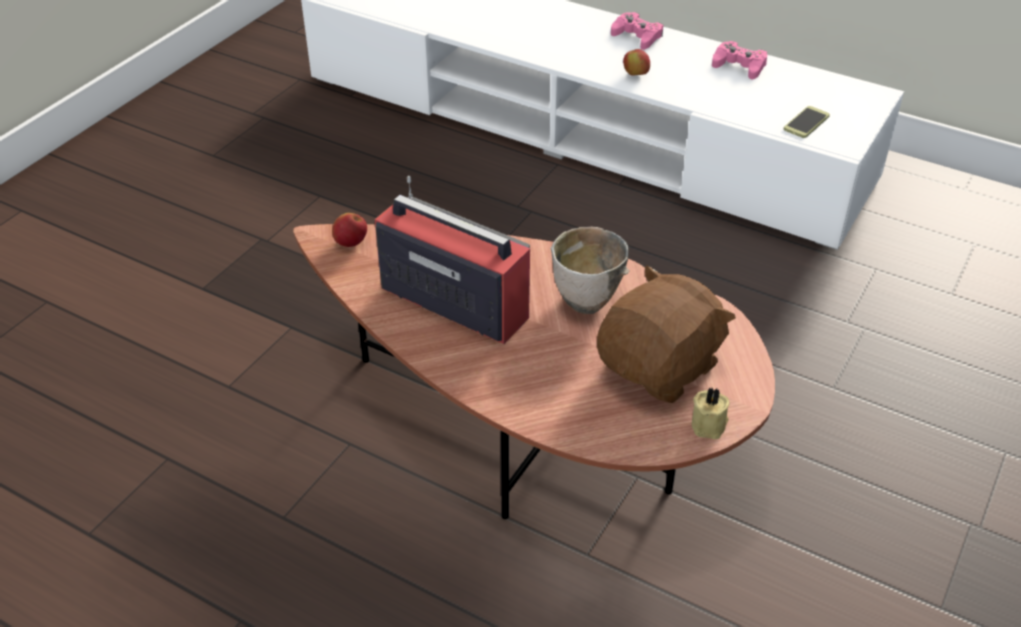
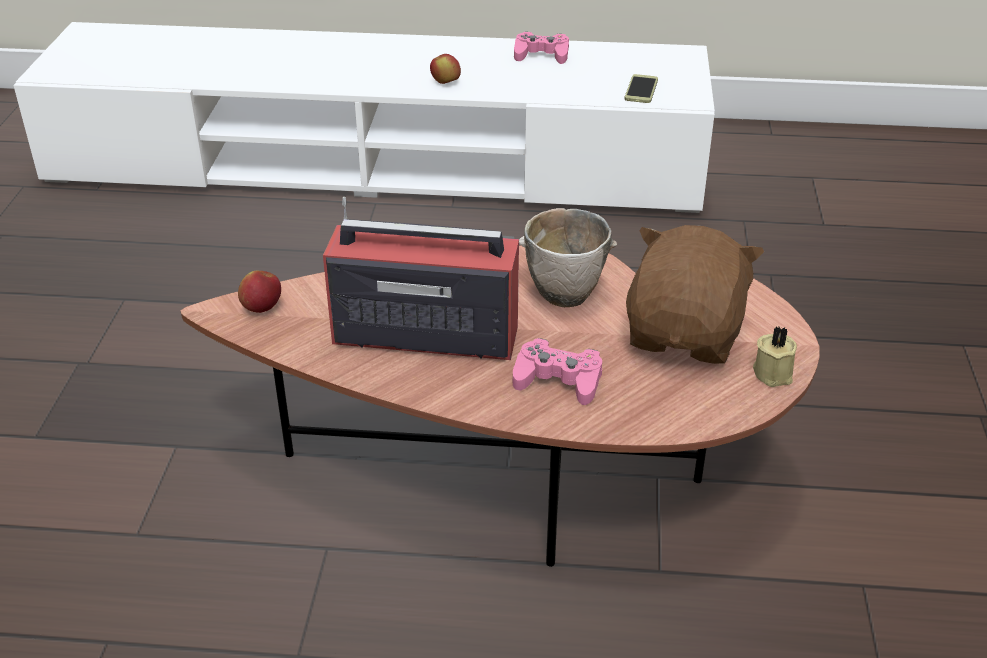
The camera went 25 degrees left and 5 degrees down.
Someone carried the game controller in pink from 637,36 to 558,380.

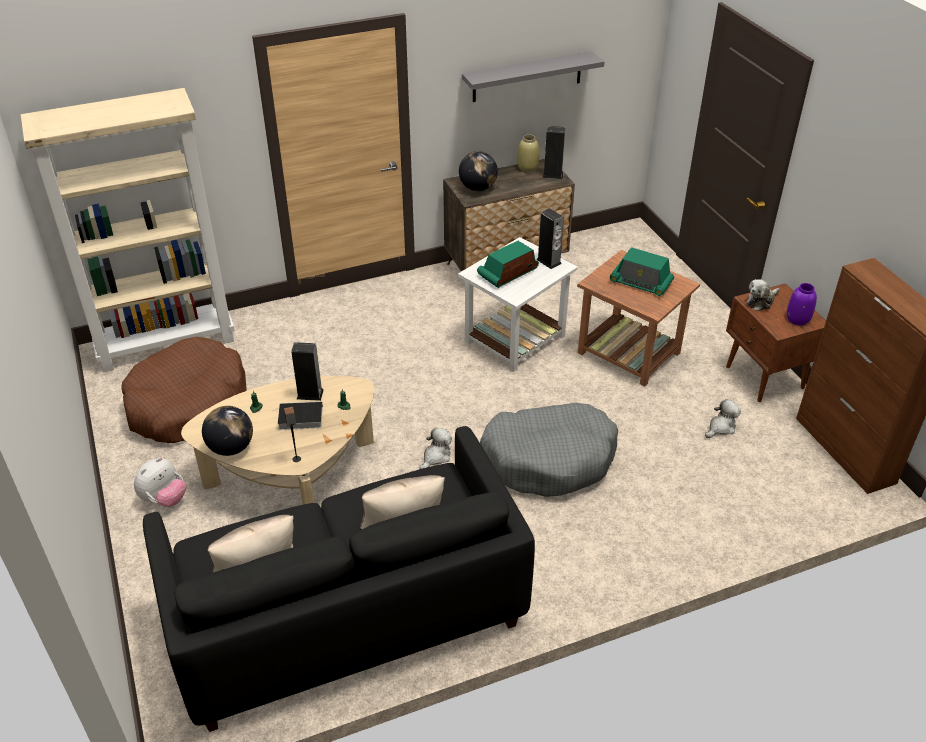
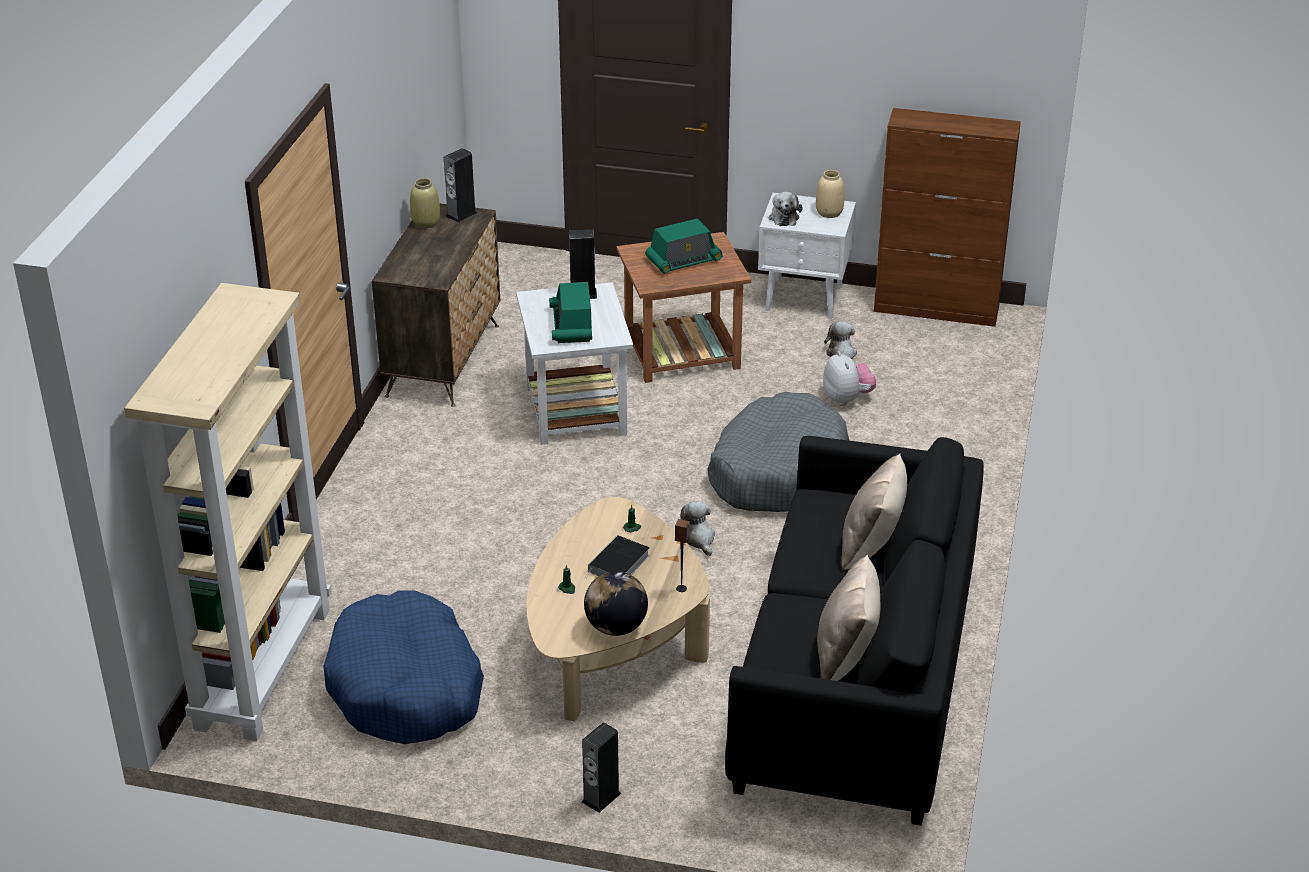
The camera went 55 degrees left and 5 degrees down.
Someone repainted the dog bed in brown at 187,403, which became the dog bed in blue-coloured at 406,687.
Someone carried the speaker from 310,394 to 601,797.
Someone repainted the nightstand in brown at 764,378, which became the nightstand in white at 805,299.
Someone repainted the vase in purple at 798,319, which became the vase in beige at 829,212.
Someone carried the plush toy from 164,499 to 847,399.
Someone took away the desk globe at 478,188.
Someone took away the shelf in greyish at 527,77.

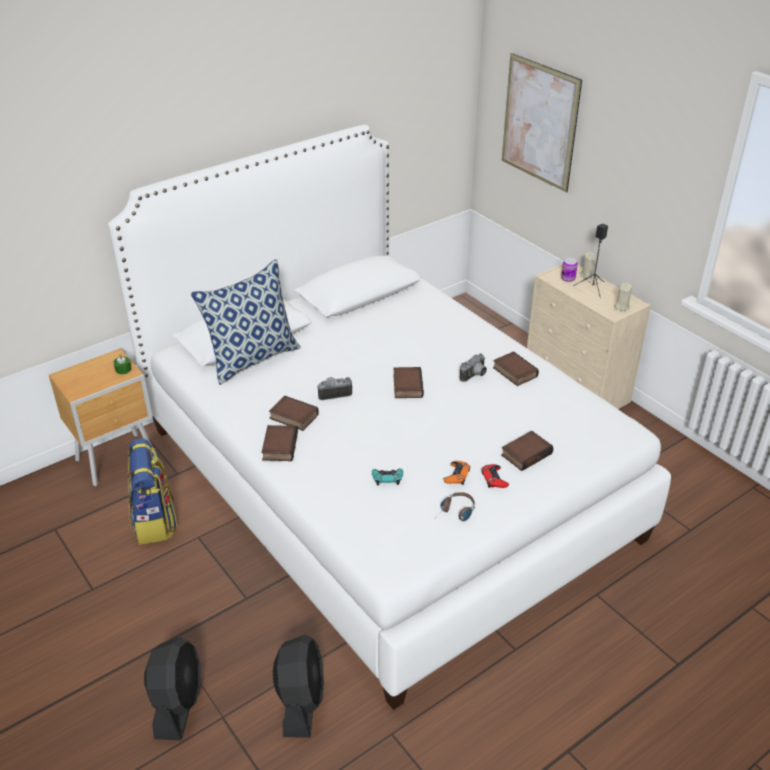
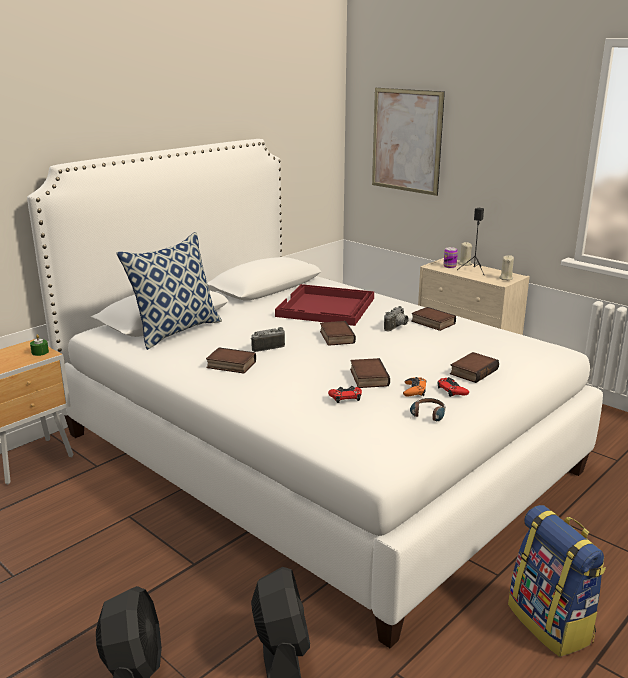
The camera went 10 degrees left and 15 degrees down.
Someone put down the tray in reddish at 326,307.
Someone repainted the game controller in turquoise-coloured at 387,478, which became the game controller in reddish at 345,397.
Someone carried the bound book from 278,446 to 367,377.
Someone carried the backpack from 155,522 to 551,623.

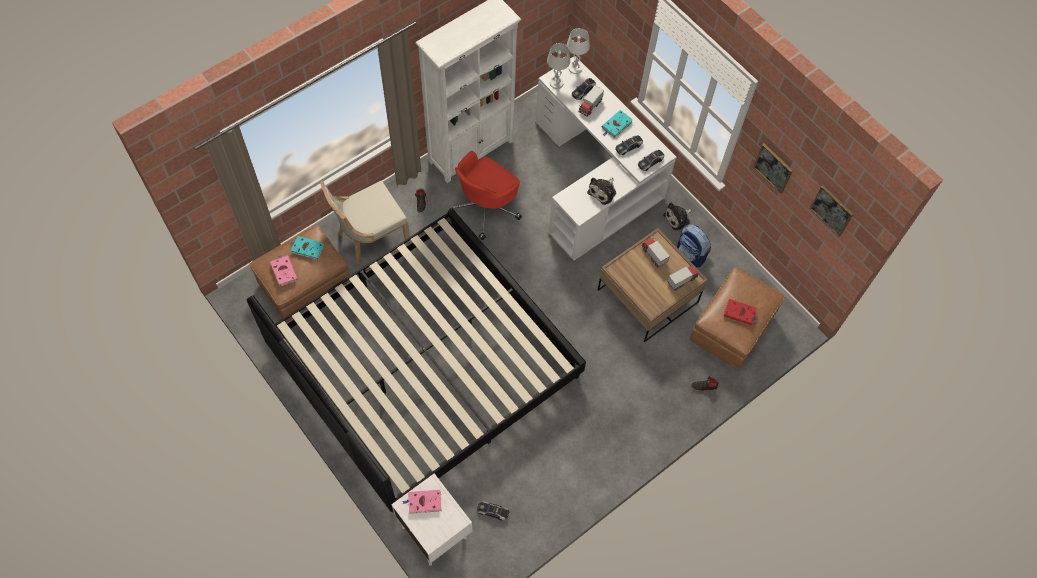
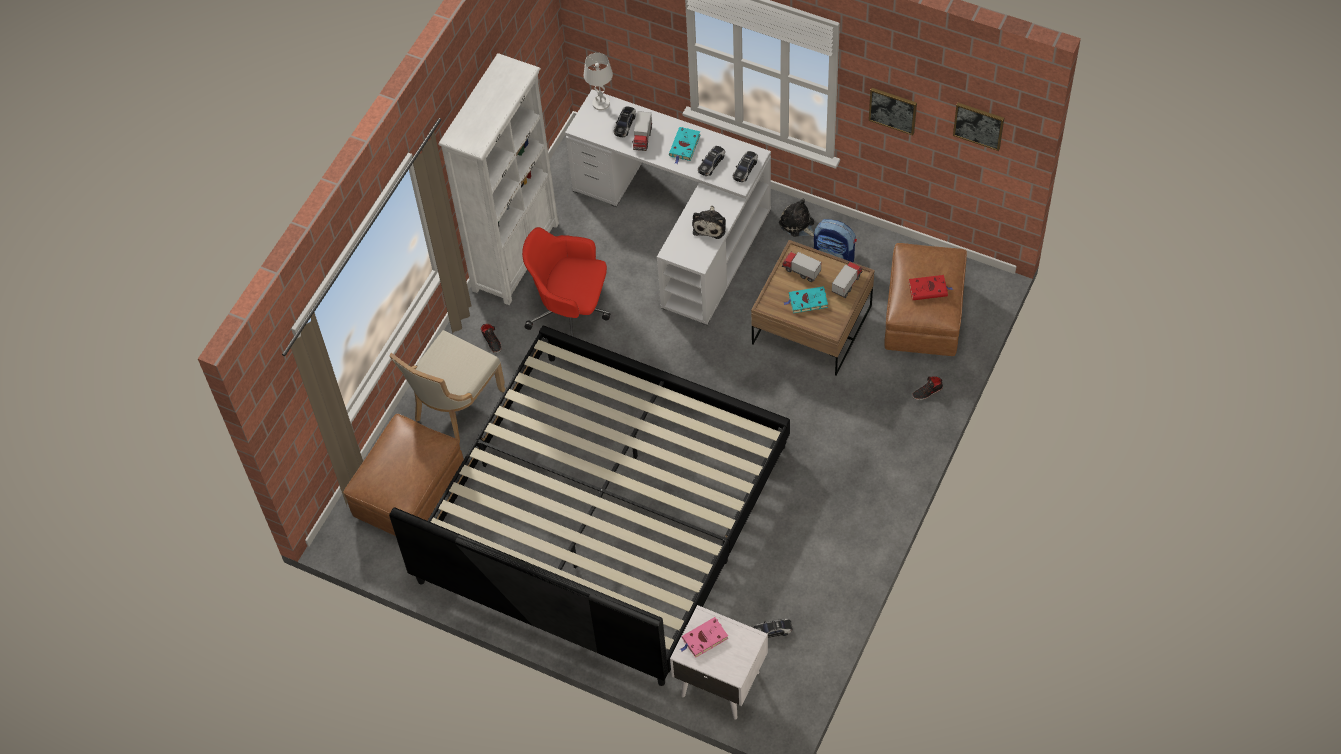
The camera went 20 degrees left and 5 degrees down.
Someone rotated the desk chair in reddish at 486,208 by 90 degrees clockwise.
Someone rotated the plush toy at 678,218 by 105 degrees clockwise.
Someone carried the bound book in turquoise-coloured from 307,249 to 807,301.
Someone took away the bound book in pink at 283,271.
Someone took away the table lamp in white at 556,83.

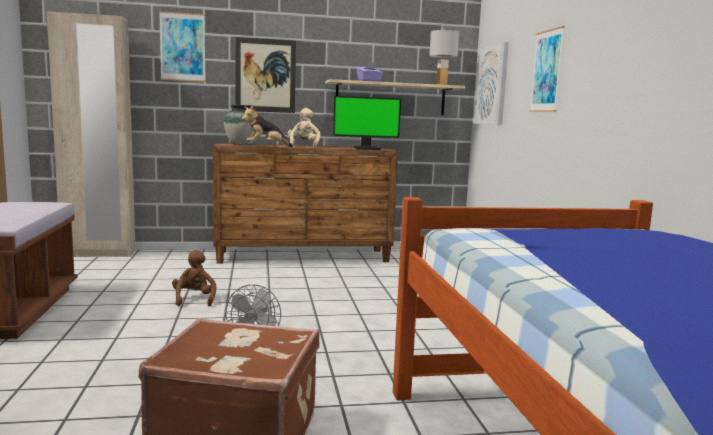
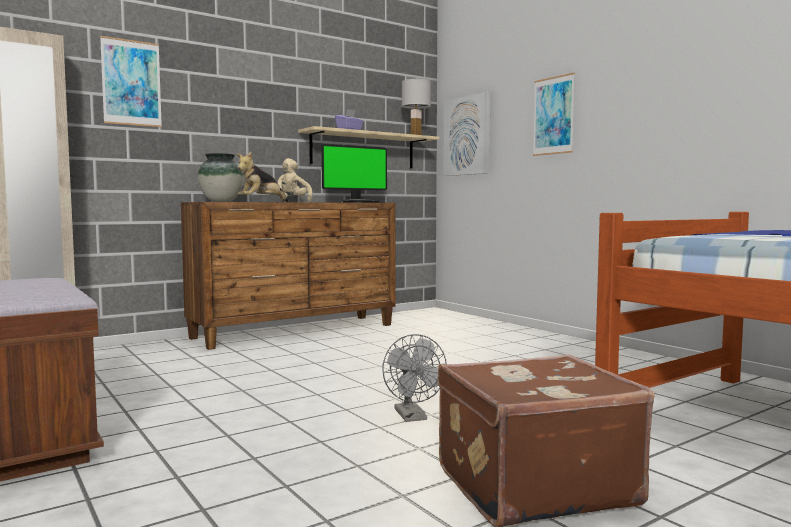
The camera went 25 degrees left and 5 degrees down.
Someone took away the plush toy in brown at 194,299.
Someone took away the wall picture at 265,75.

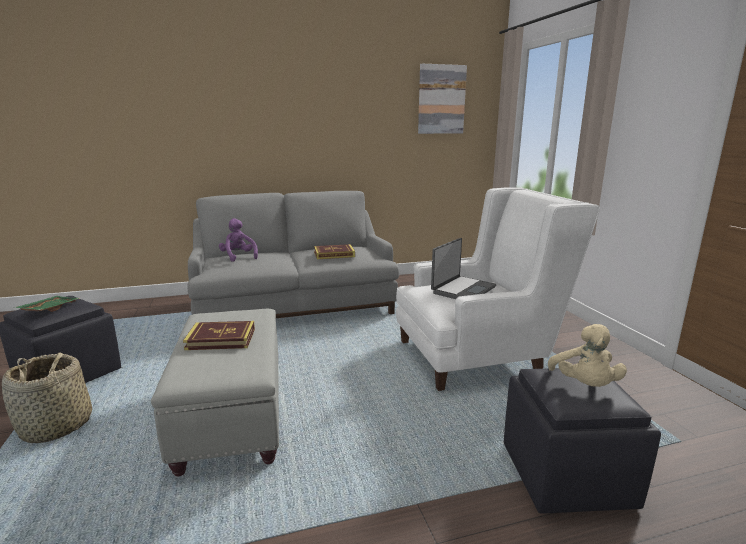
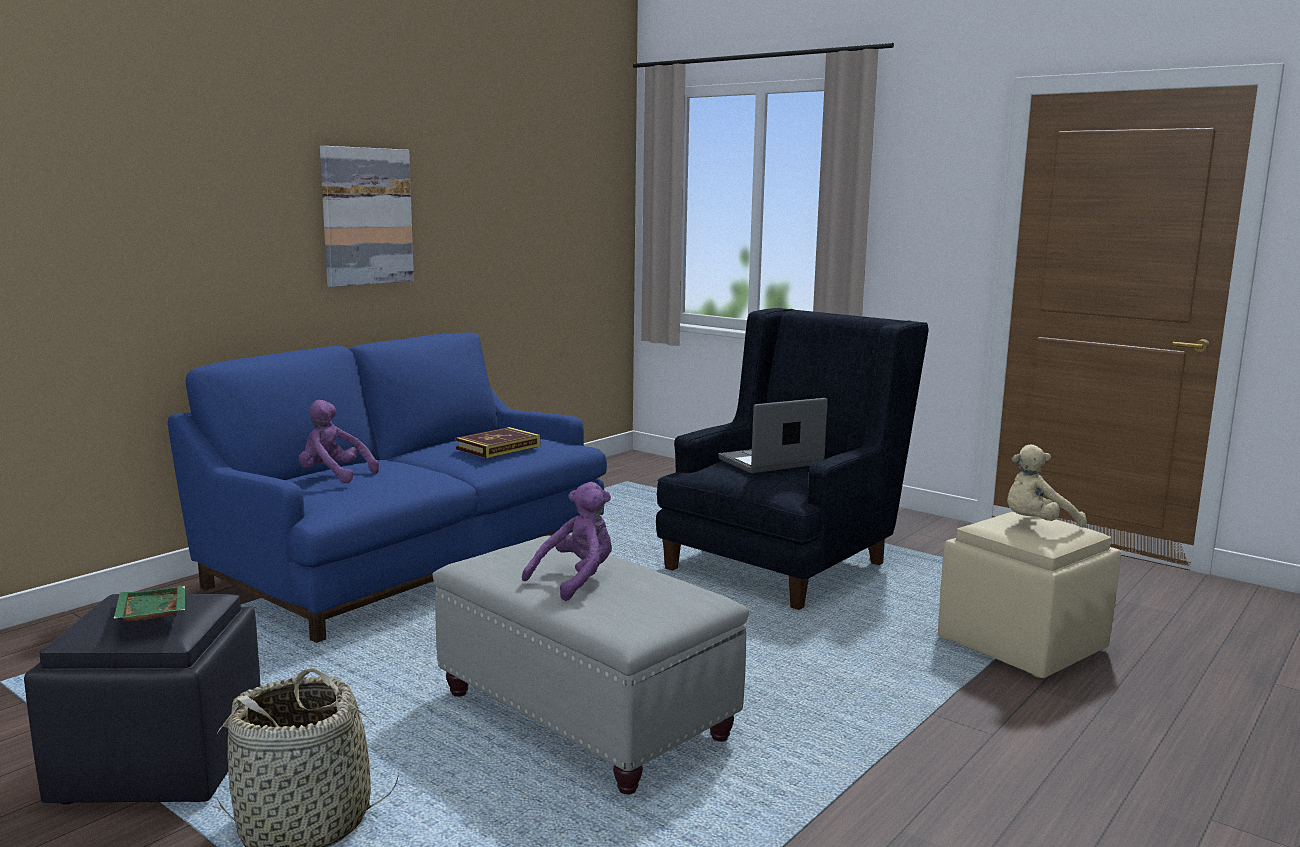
The camera went 35 degrees left and 5 degrees down.
Someone repainted the couch in greyish at 295,304, which became the couch in blue-coloured at 410,559.
Someone carried the wall picture from 441,99 to 366,216.
Someone swapped the bound book at 221,339 for the plush toy in purple at 576,580.
Someone repainted the lounge chair in white at 478,355, which became the lounge chair in blue-coloured at 786,561.
Someone rotated the laptop at 462,290 by 120 degrees counterclockwise.
Someone repainted the footrest in blackish at 564,475, which became the footrest in beige at 1020,645.
Someone rotated the plush toy in beige at 584,385 by 105 degrees clockwise.

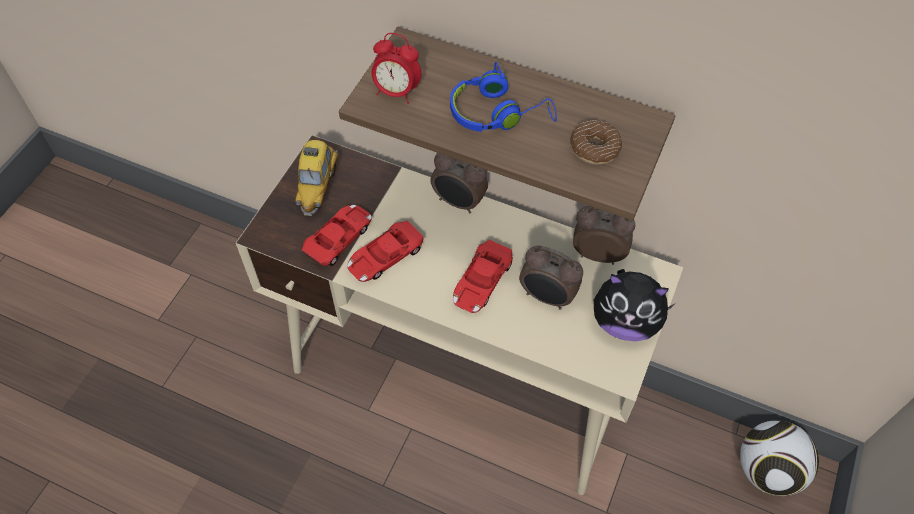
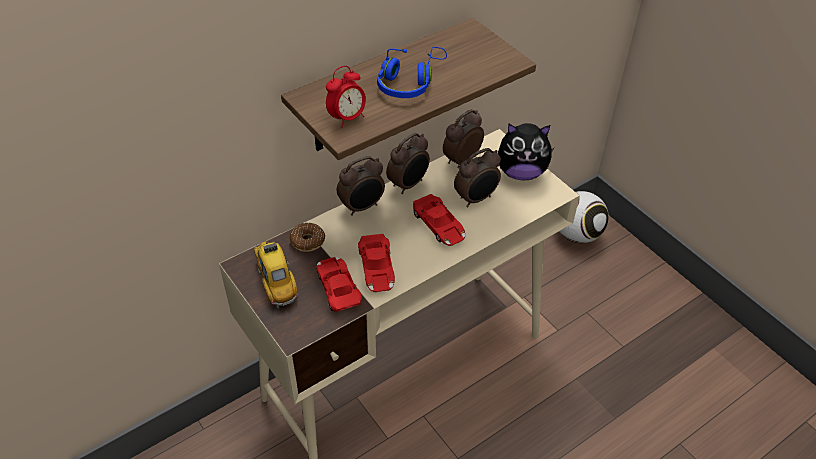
The camera went 60 degrees left and 10 degrees down.
Someone rotated the model car at 318,186 by 150 degrees counterclockwise.
Someone carried the ring doughnut from 594,148 to 307,241.
Someone put down the table clock at 408,184.
Someone rotated the plush toy at 625,322 by 45 degrees clockwise.

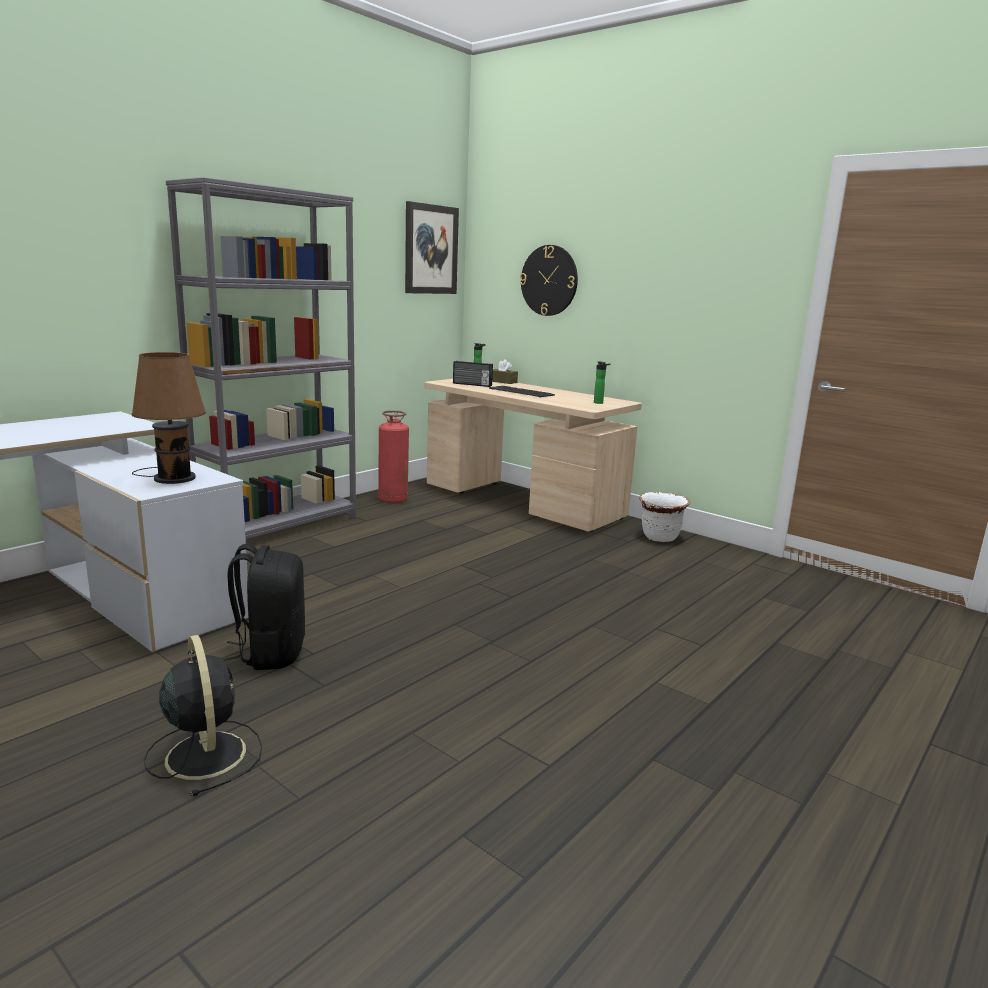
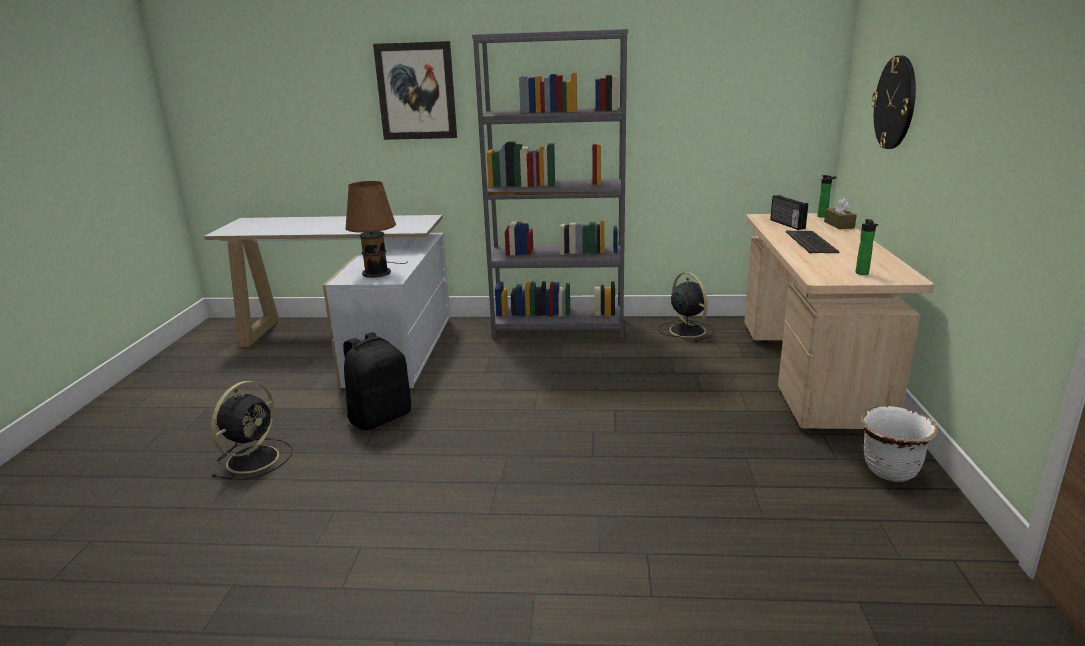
The camera went 55 degrees right and 5 degrees up.
Someone carried the wall picture from 431,249 to 416,91.
Someone swapped the extinguisher at 393,500 for the cooling fan in blackish at 686,330.

